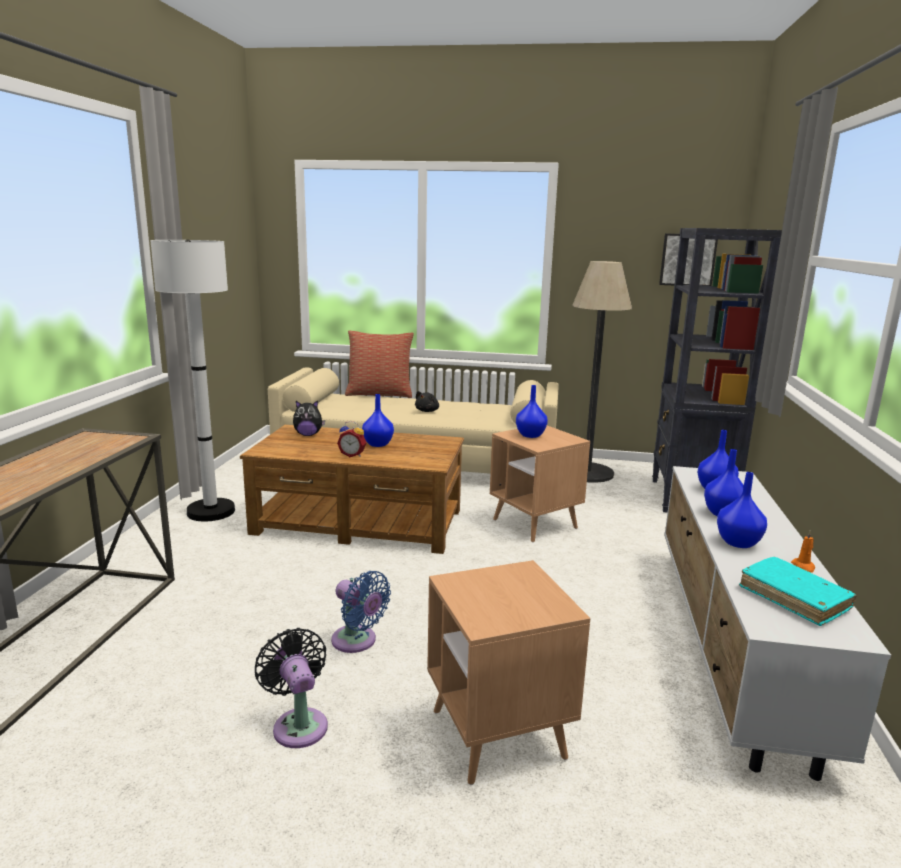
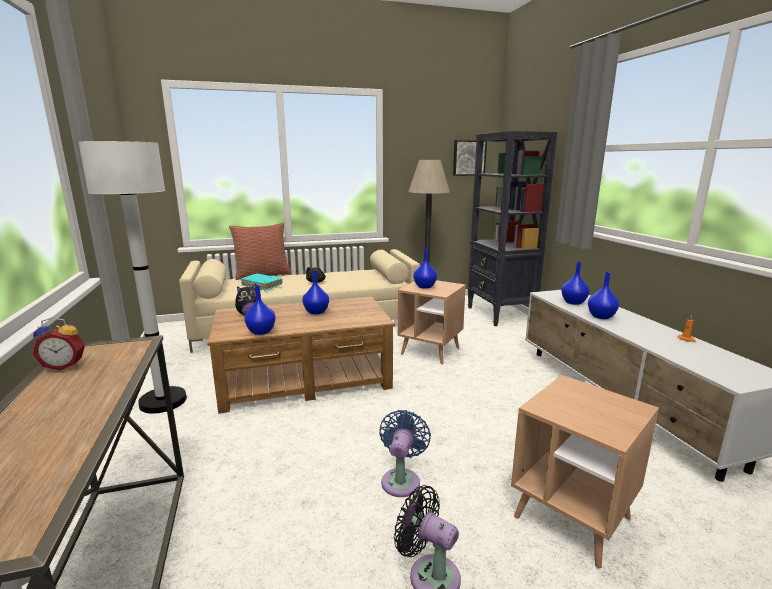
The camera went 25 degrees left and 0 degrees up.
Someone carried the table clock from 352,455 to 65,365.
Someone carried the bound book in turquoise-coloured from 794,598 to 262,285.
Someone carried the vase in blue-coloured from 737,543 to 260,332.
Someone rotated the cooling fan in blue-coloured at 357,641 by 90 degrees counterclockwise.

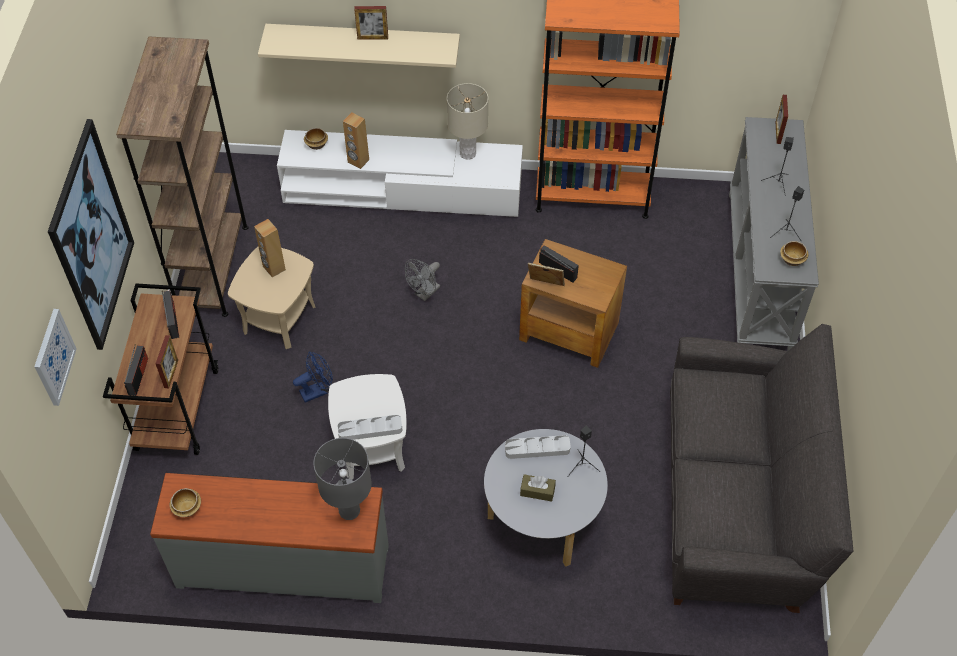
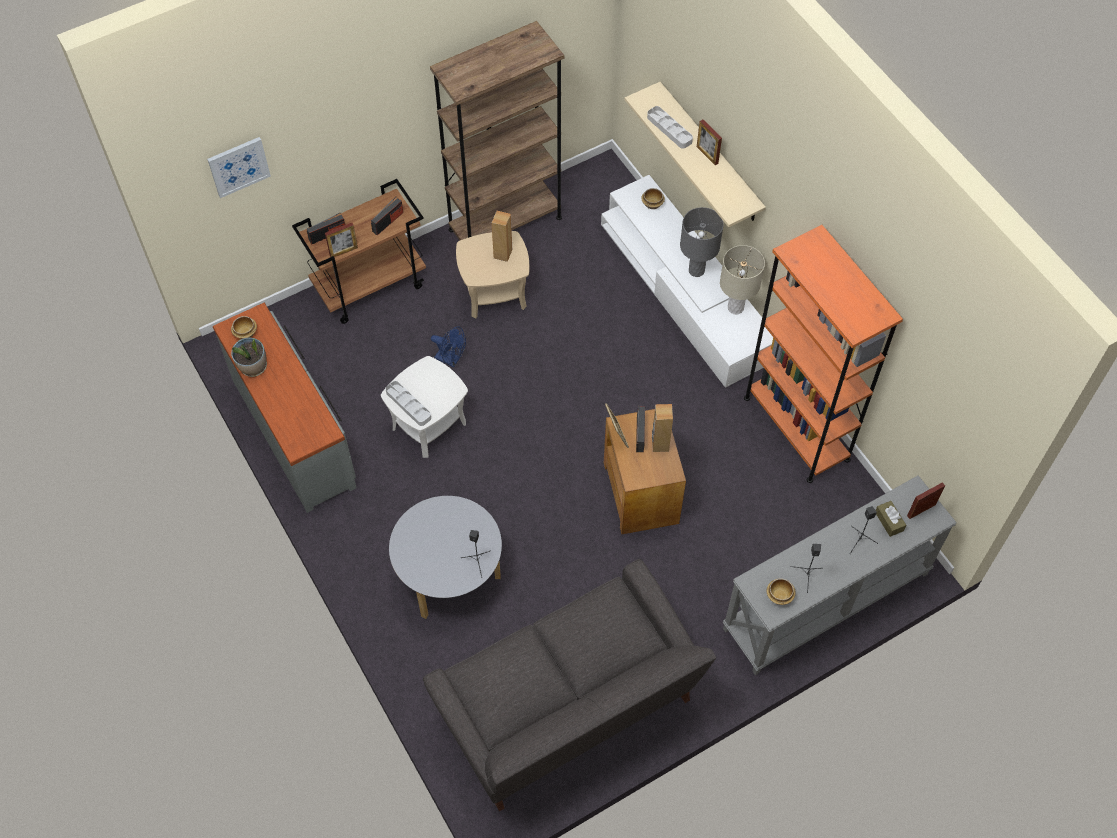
The camera went 55 degrees right and 5 degrees up.
Someone put down the houseplant at 253,367.
Someone carried the tray in greyish from 537,449 to 669,129.
Someone carried the speaker in brown from 358,161 to 659,444.
Someone carried the table lamp in greyish from 349,510 to 696,270.
Someone carried the tissue box in brown from 537,491 to 889,521.
Someone took away the wall picture at 92,237.
Someone took away the cooling fan in greyish at 425,294.

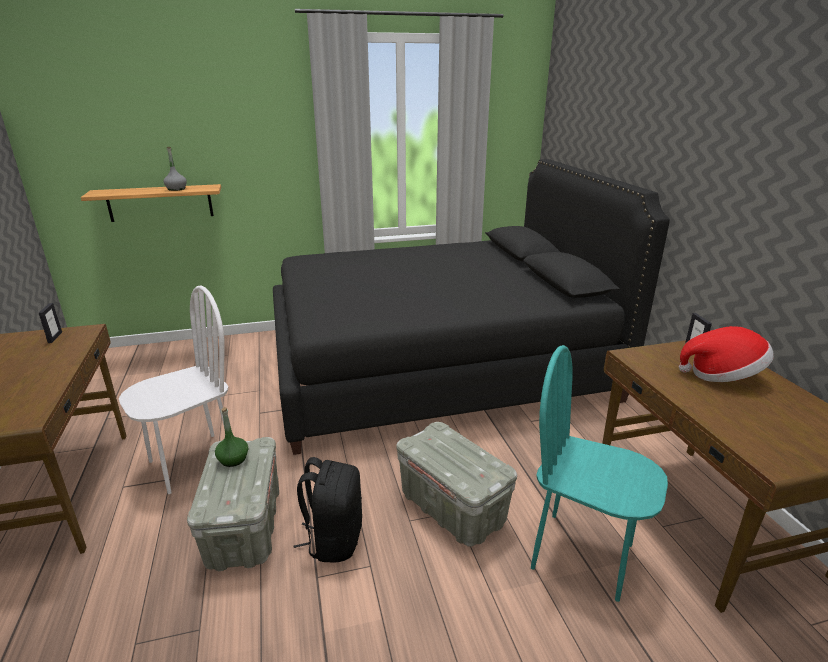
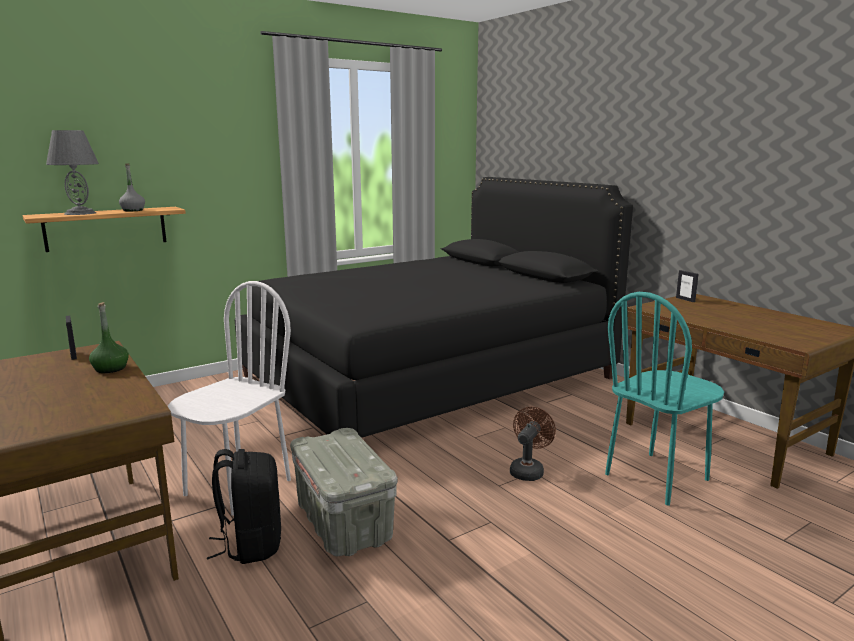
The camera went 20 degrees left and 10 degrees down.
Someone put down the table lamp in greyish at 79,213.
Someone carried the beverage bottle in greenish from 233,459 to 110,369.
Someone carried the backpack in blackish from 334,539 to 251,544.
Someone swapped the storage box in greyish at 451,508 for the cooling fan in brown at 528,470.
Someone rotated the upright chair in turquoise-coloured at 582,555 by 45 degrees counterclockwise.
Someone took away the wearable hat at 722,375.

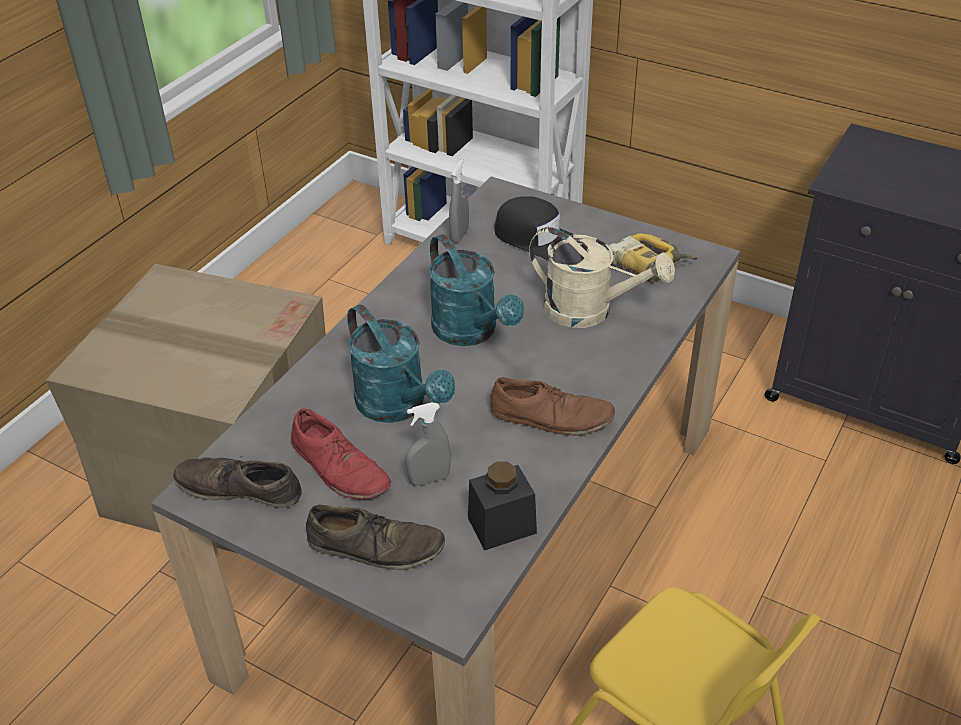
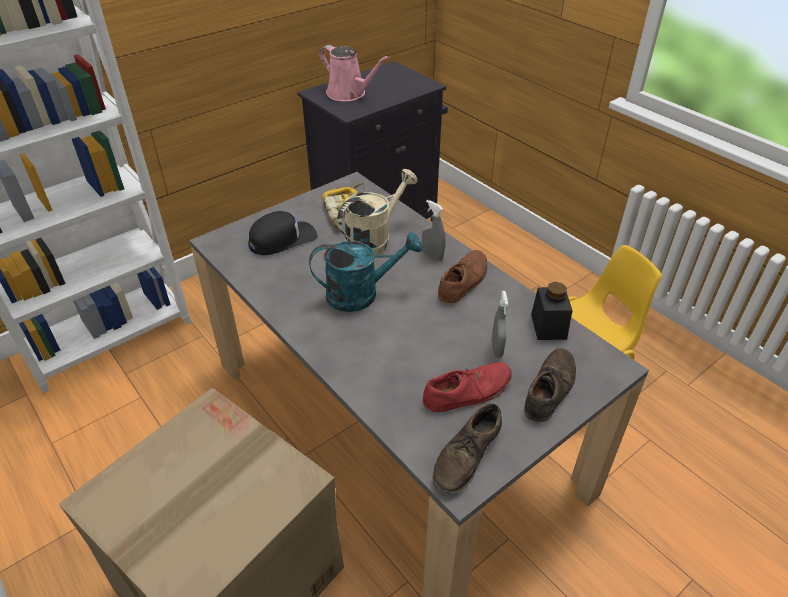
The camera went 70 degrees left and 0 degrees up.
Someone put down the watering can in pink at 349,94.
Someone carried the spray bottle in greyish from 459,235 to 432,255.
Someone took away the watering can in turquoise-coloured at 398,406.

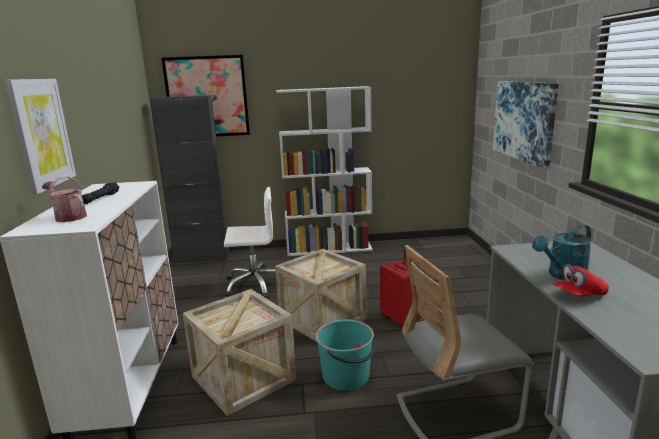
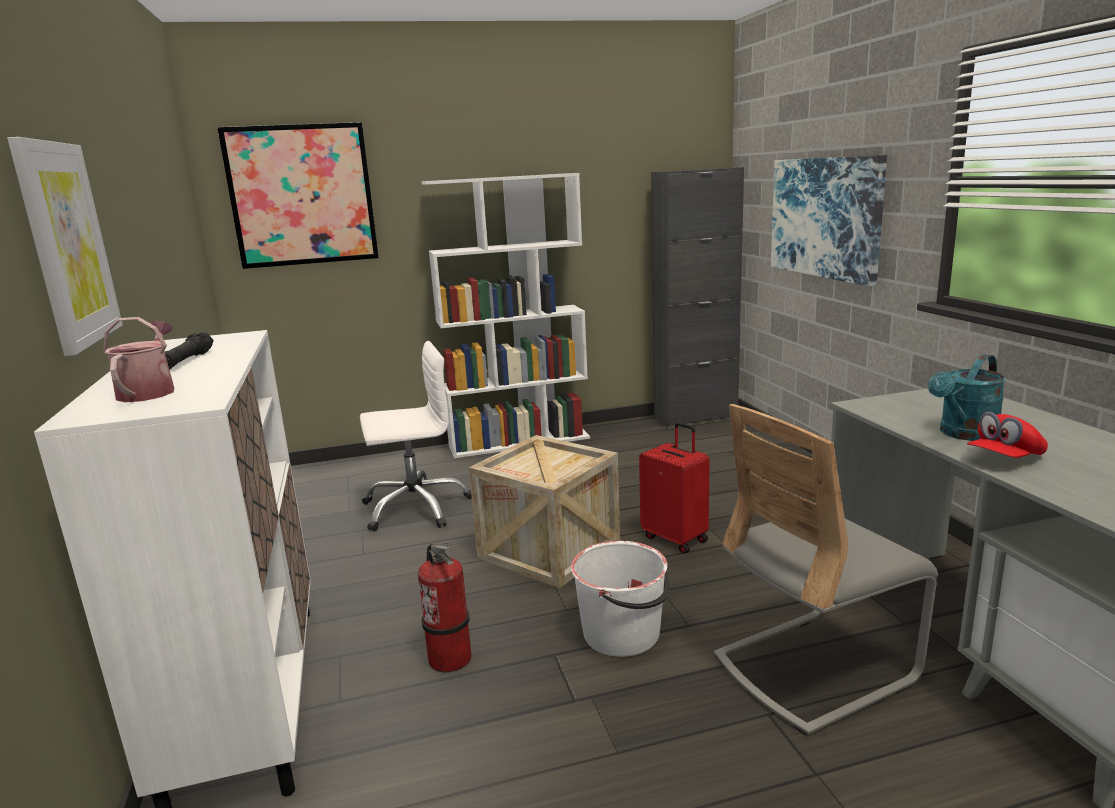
The camera went 10 degrees left and 0 degrees up.
Someone rotated the watering can at 68,217 by 60 degrees clockwise.
Someone swapped the crate at 243,378 for the extinguisher at 450,658.
Someone repainted the bucket in turquoise-coloured at 346,376, which became the bucket in white at 622,634.
Someone carried the cabinet in blackish from 202,257 to 695,417.

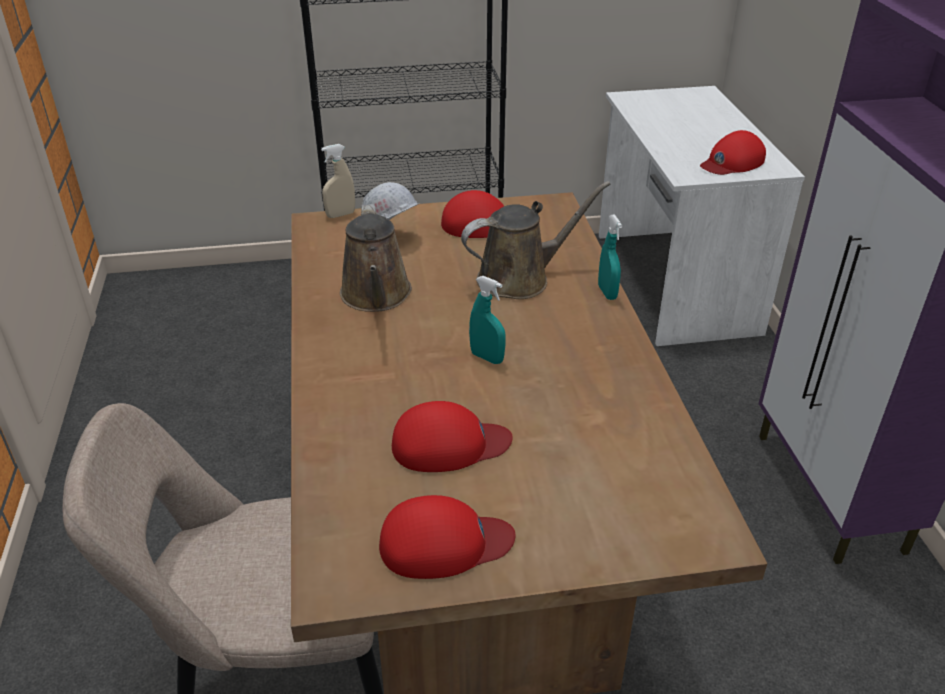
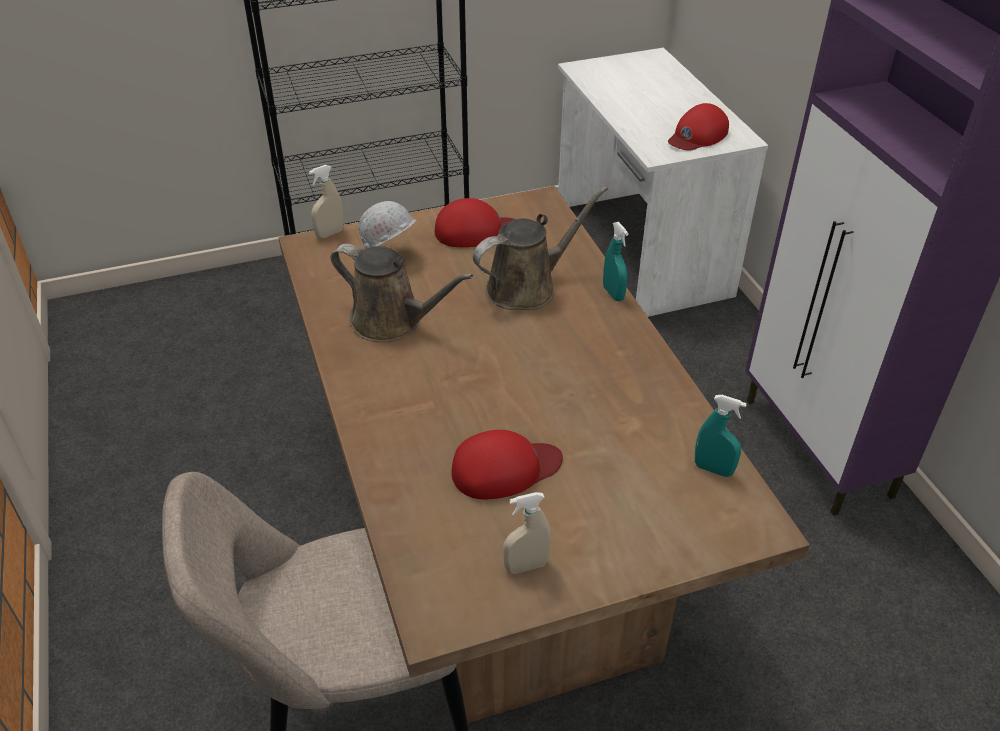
The camera went 10 degrees left and 5 degrees up.
Someone rotated the watering can in brown at 376,296 by 45 degrees counterclockwise.
Someone swapped the baseball cap in reddish at 444,543 for the spray bottle in beige at 526,566.
Someone carried the spray bottle in turquoise-coloured from 487,357 to 713,469.

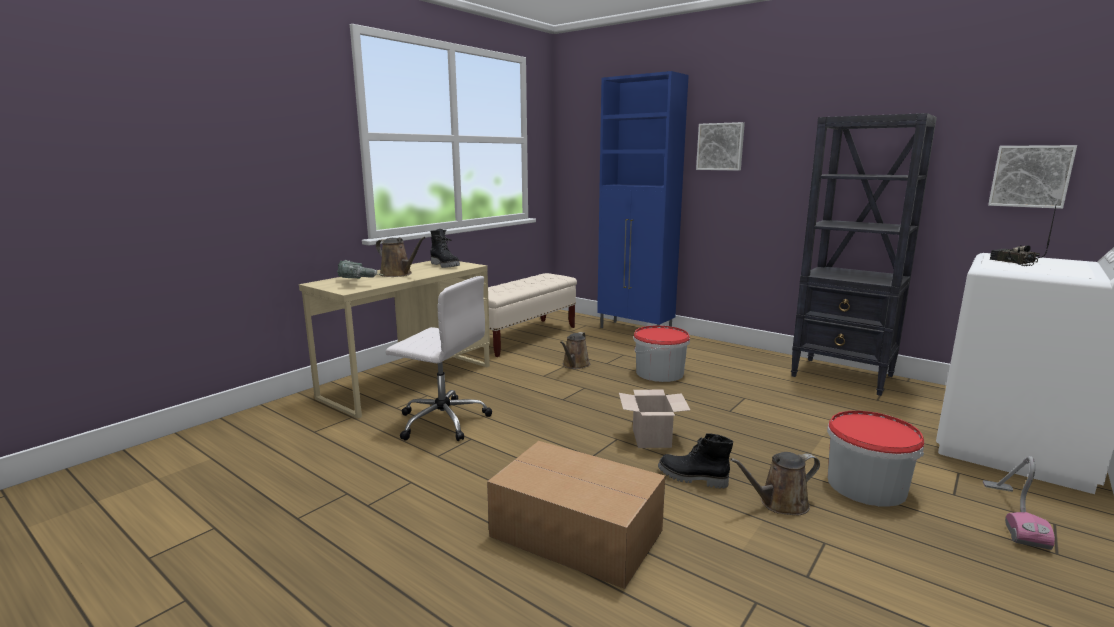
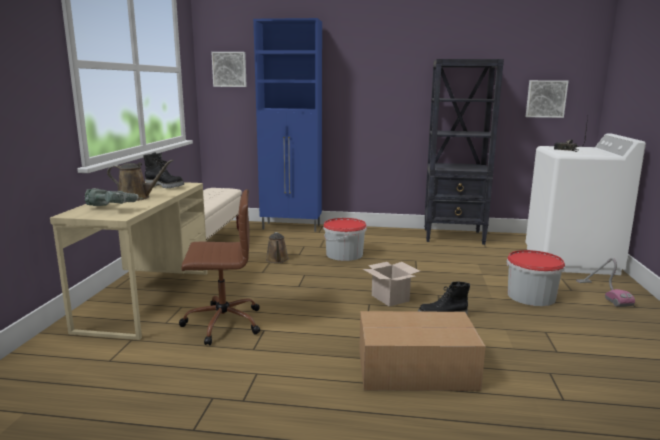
The camera went 30 degrees left and 0 degrees up.
Someone repainted the desk chair in white at 442,421, which became the desk chair in brown at 222,323.
Someone carried the wall picture from 720,146 to 229,69.
Someone took away the watering can in brown at 779,503.

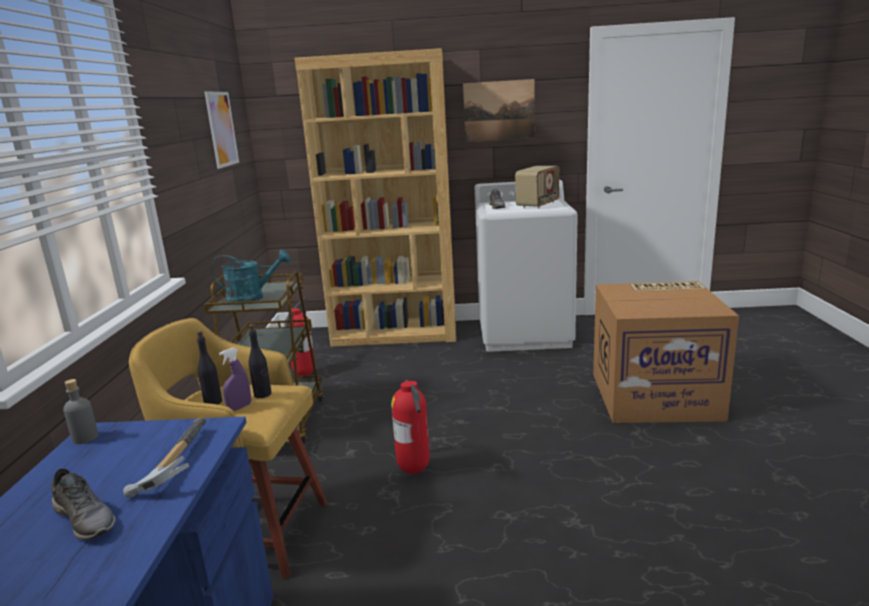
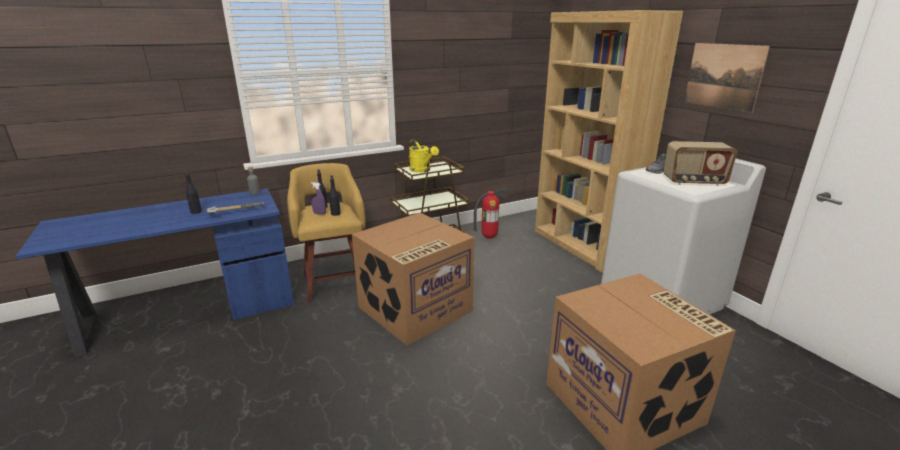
The camera went 60 degrees right and 5 degrees up.
Someone swapped the low shoe in greyish at 86,518 for the beverage bottle in blackish at 196,212.
Someone swapped the extinguisher at 415,470 for the carton at 415,310.
Someone repainted the watering can in turquoise-coloured at 252,298, which became the watering can in yellowish at 422,170.
Someone took away the wall picture at 221,129.

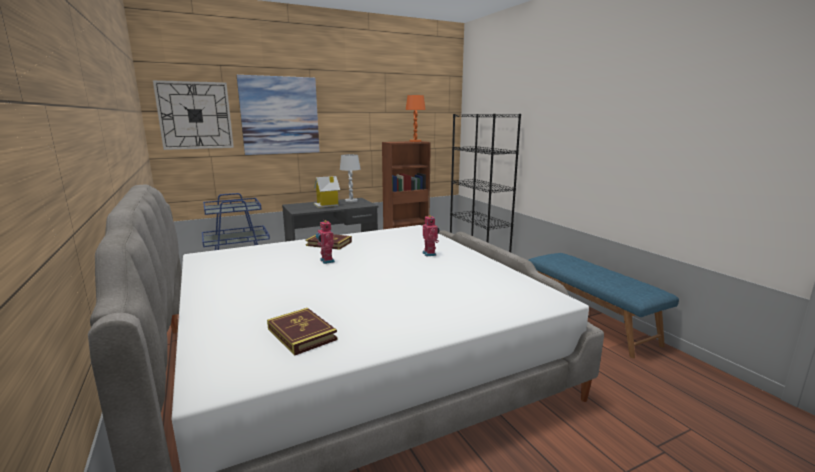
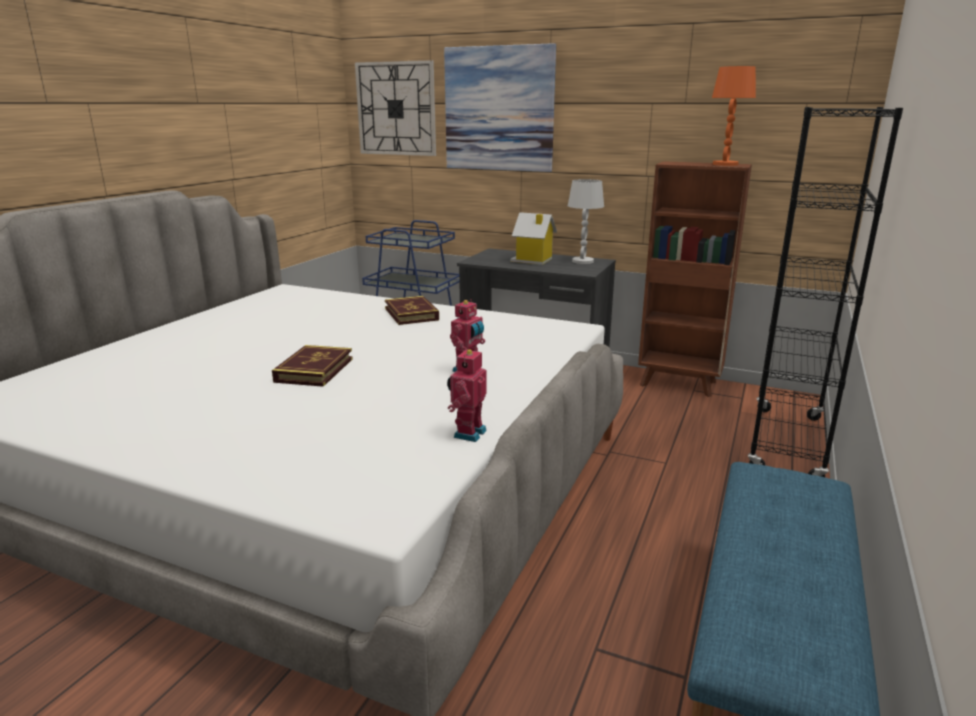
The camera went 50 degrees right and 5 degrees up.
Someone carried the bound book from 301,334 to 314,370.
Someone carried the robot figure from 326,261 to 467,433.

